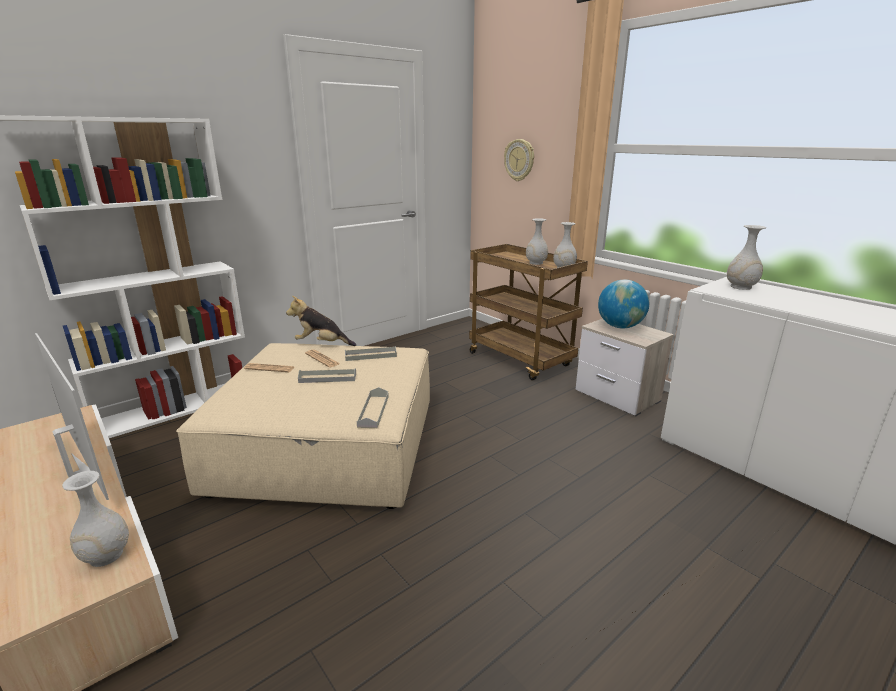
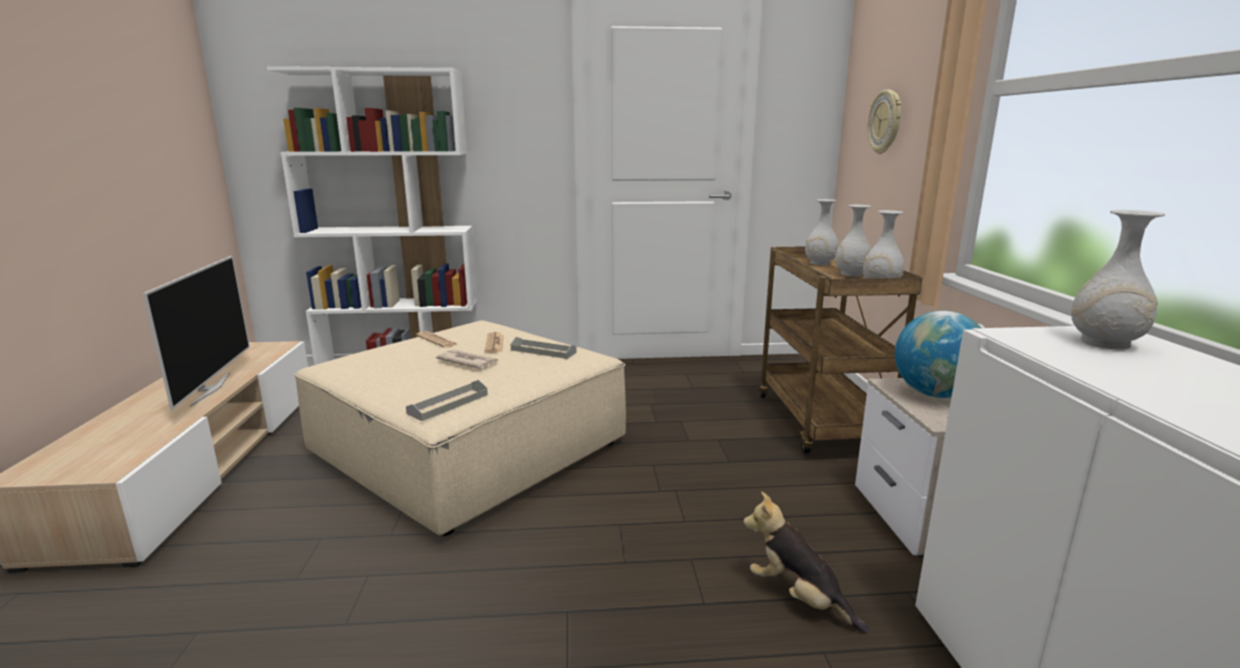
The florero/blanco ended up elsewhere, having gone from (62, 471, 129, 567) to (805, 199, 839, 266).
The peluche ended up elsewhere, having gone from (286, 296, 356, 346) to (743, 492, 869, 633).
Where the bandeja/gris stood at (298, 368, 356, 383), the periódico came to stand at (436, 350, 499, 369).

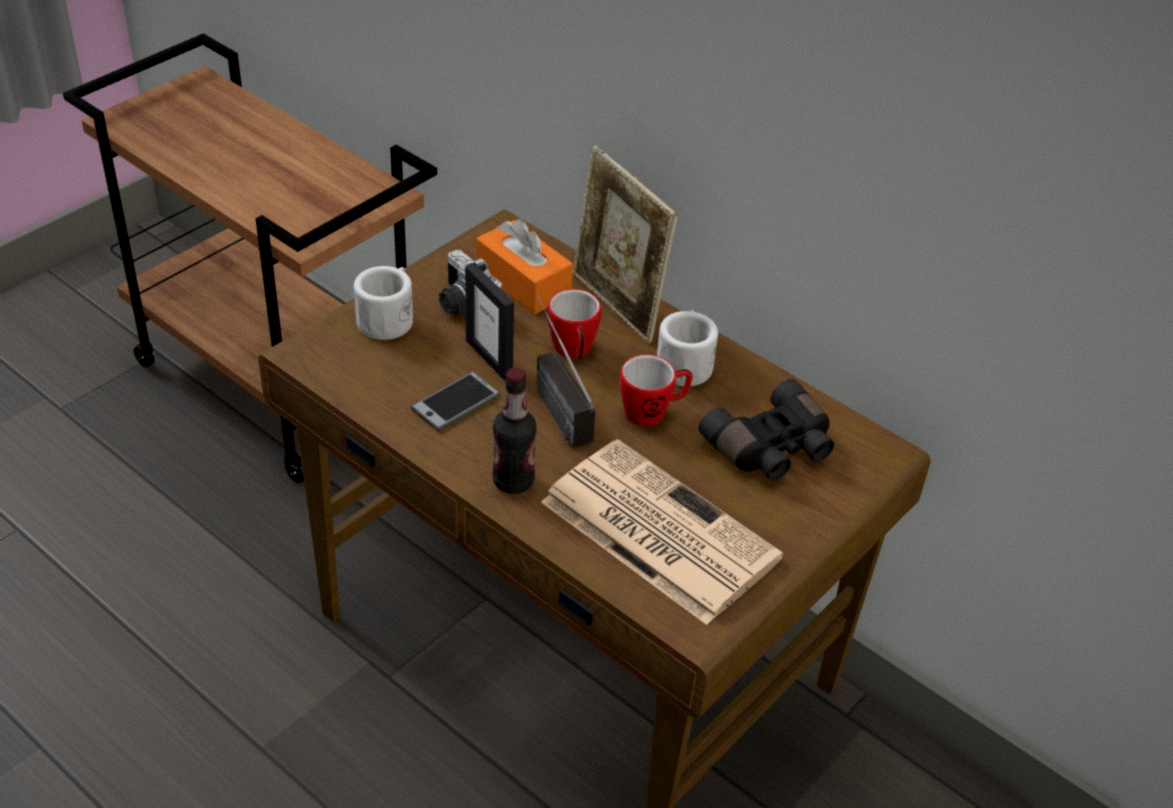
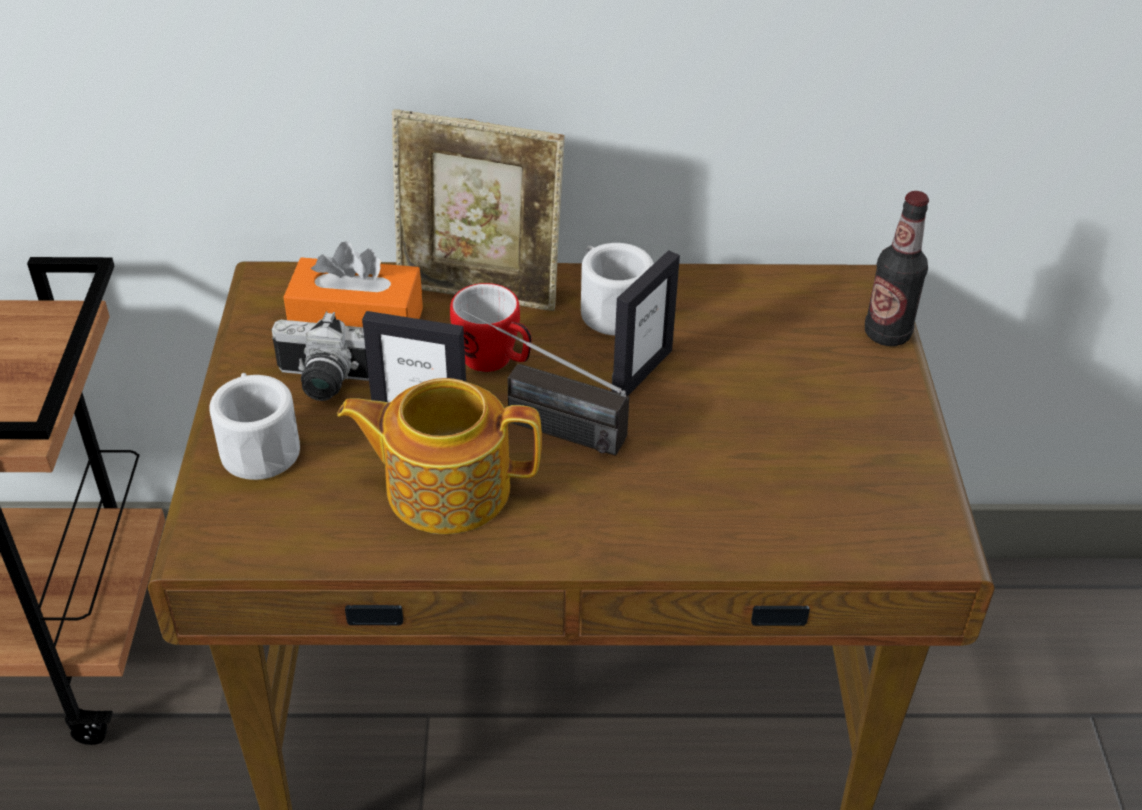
The second view lost the periódico at (541, 439, 783, 625).
The second view lost the prismáticos/negro at (698, 379, 834, 480).
The botella ended up elsewhere, having gone from (492, 368, 537, 494) to (865, 191, 929, 346).
Where the móvil stood at (411, 372, 500, 431), the tetera came to stand at (337, 378, 542, 534).
Where the taza grande stood at (619, 354, 693, 426), the portarretratos came to stand at (612, 250, 680, 396).

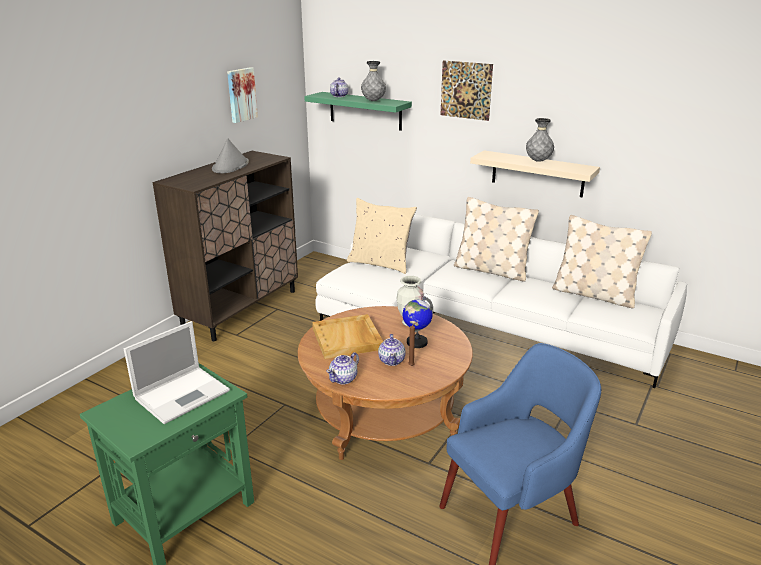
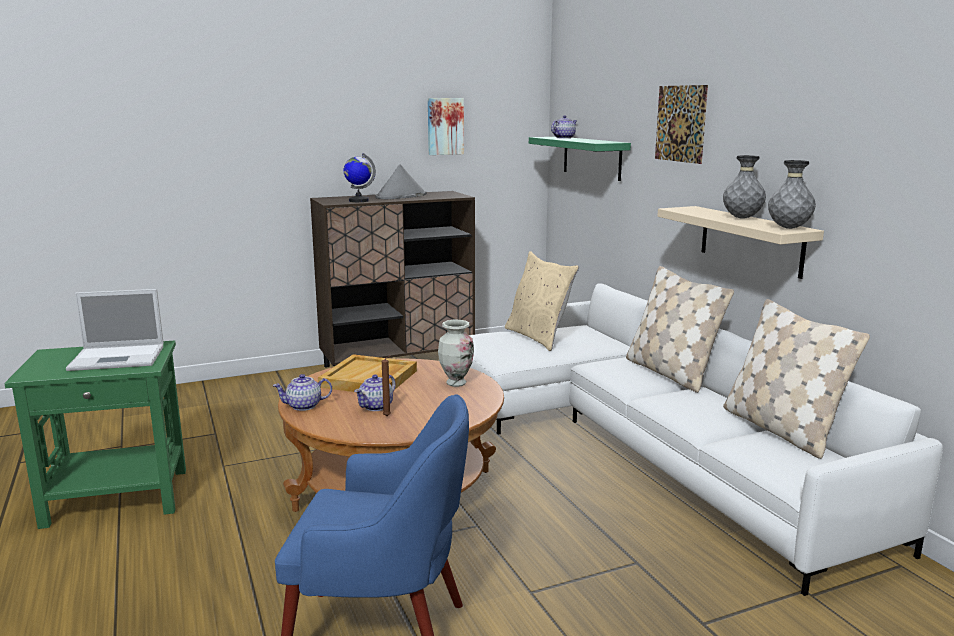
The florero/gris ended up elsewhere, having gone from (361, 61, 386, 101) to (768, 160, 816, 229).
The globo terráqueo ended up elsewhere, having gone from (403, 296, 433, 348) to (344, 153, 376, 202).

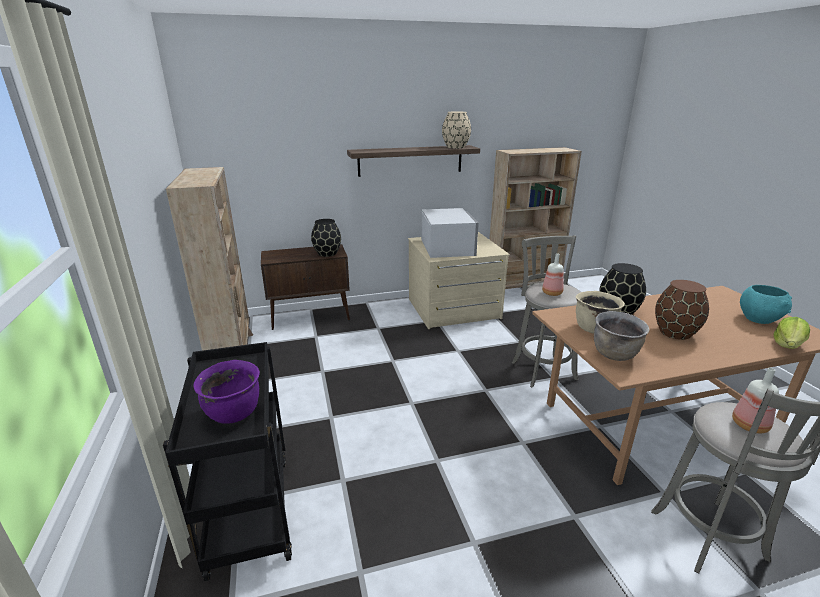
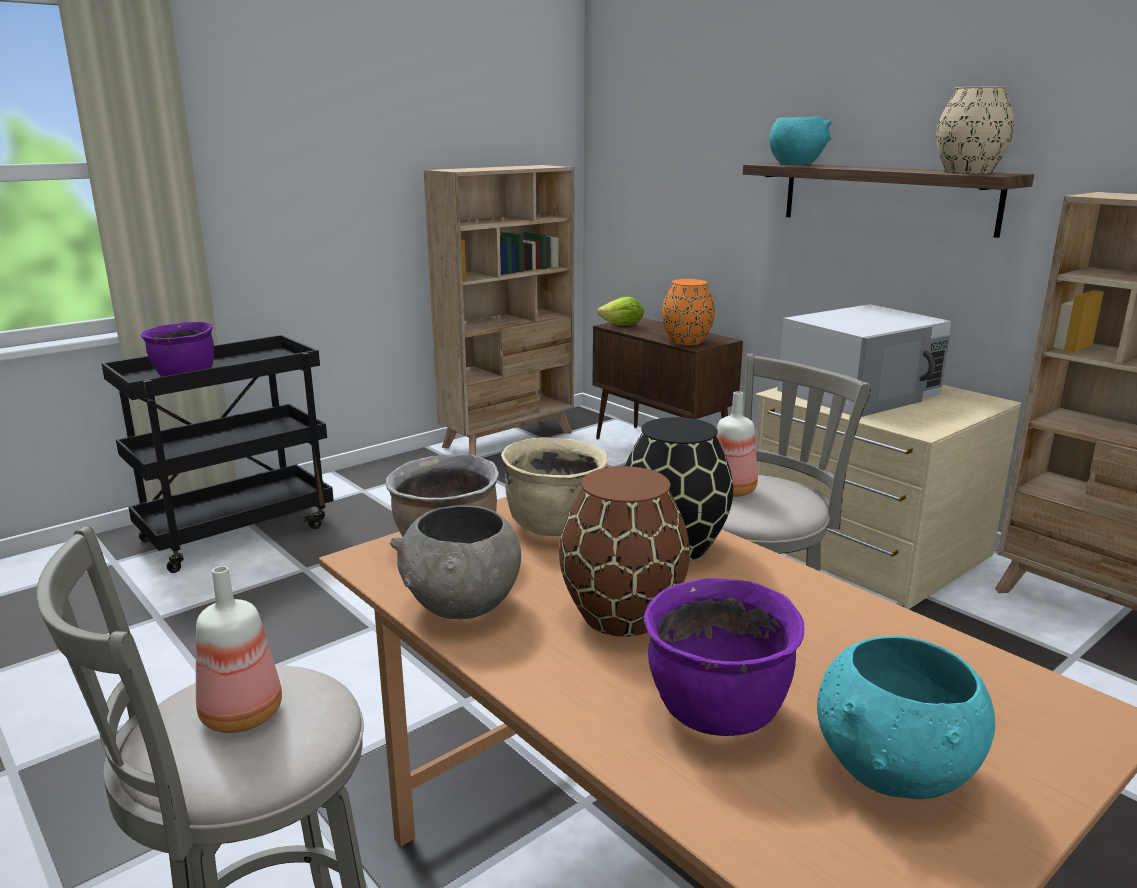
The second view gained the cuenco/gris at (389, 505, 521, 619).
The second view gained the olla/morado at (644, 578, 804, 736).
The second view gained the cuenco/turquesa at (769, 116, 833, 165).
The lechuga ended up elsewhere, having gone from (774, 317, 810, 349) to (598, 297, 643, 325).
What was the florero/negro at (311, 219, 341, 257) turned into the florero/naranja at (662, 279, 715, 345).

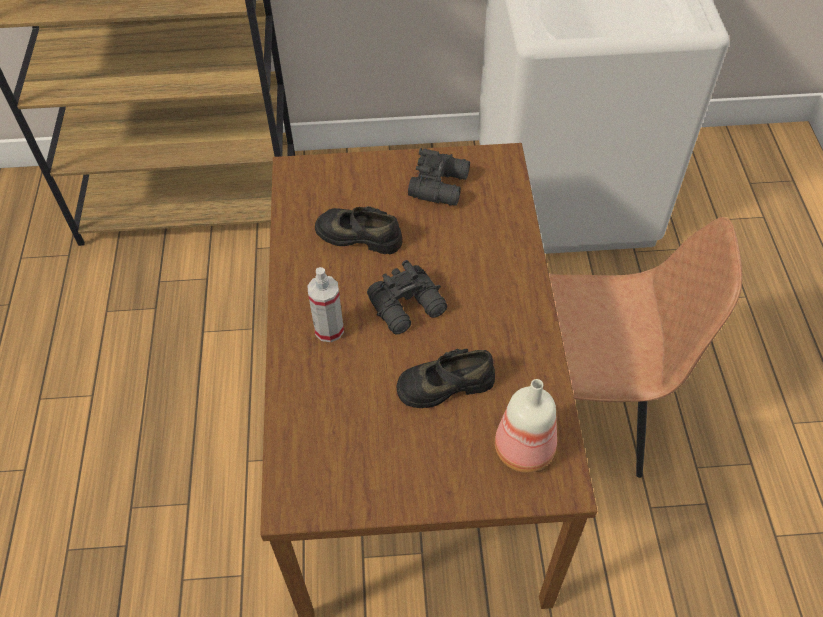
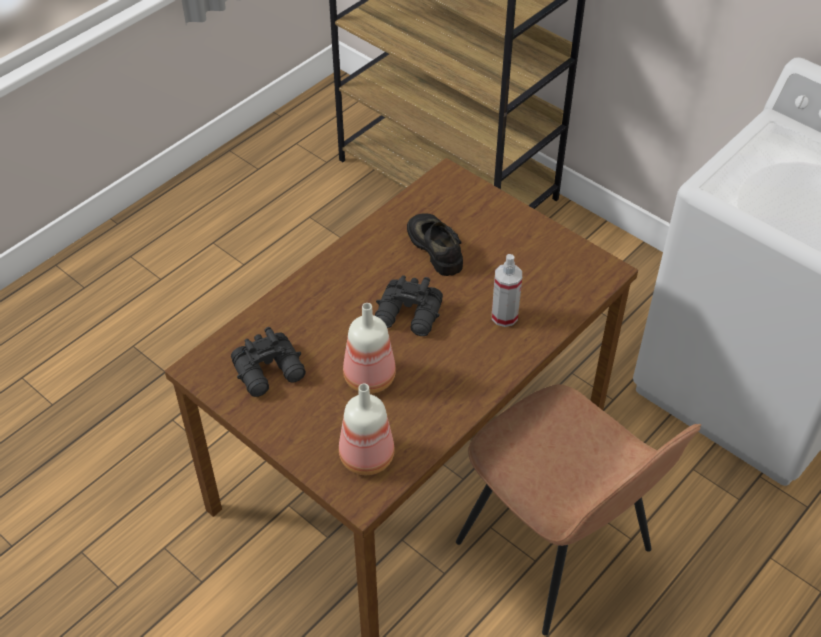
The pulverizador ended up elsewhere, having gone from (307, 267, 344, 342) to (492, 254, 522, 327).
The prismáticos/negro ended up elsewhere, having gone from (408, 148, 470, 206) to (231, 327, 306, 397).
Where the zapato/negro stood at (396, 349, 495, 408), the botella came to stand at (343, 303, 396, 394).

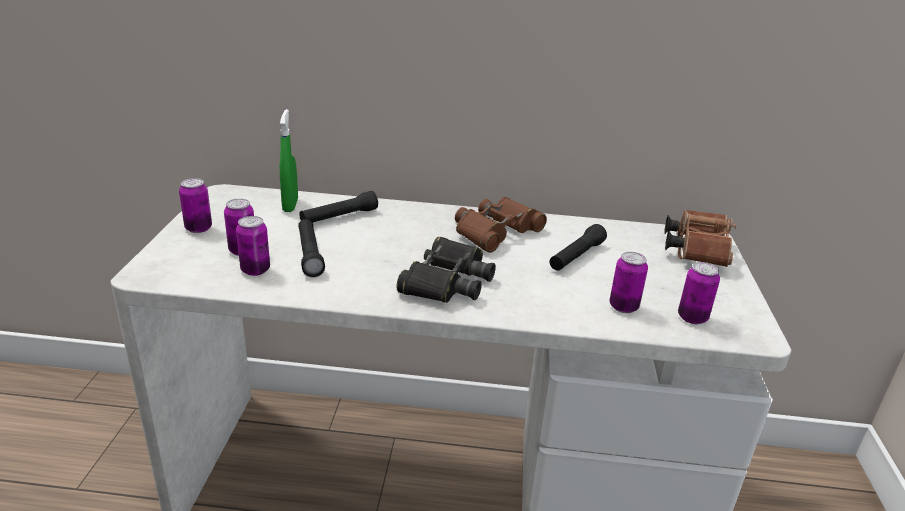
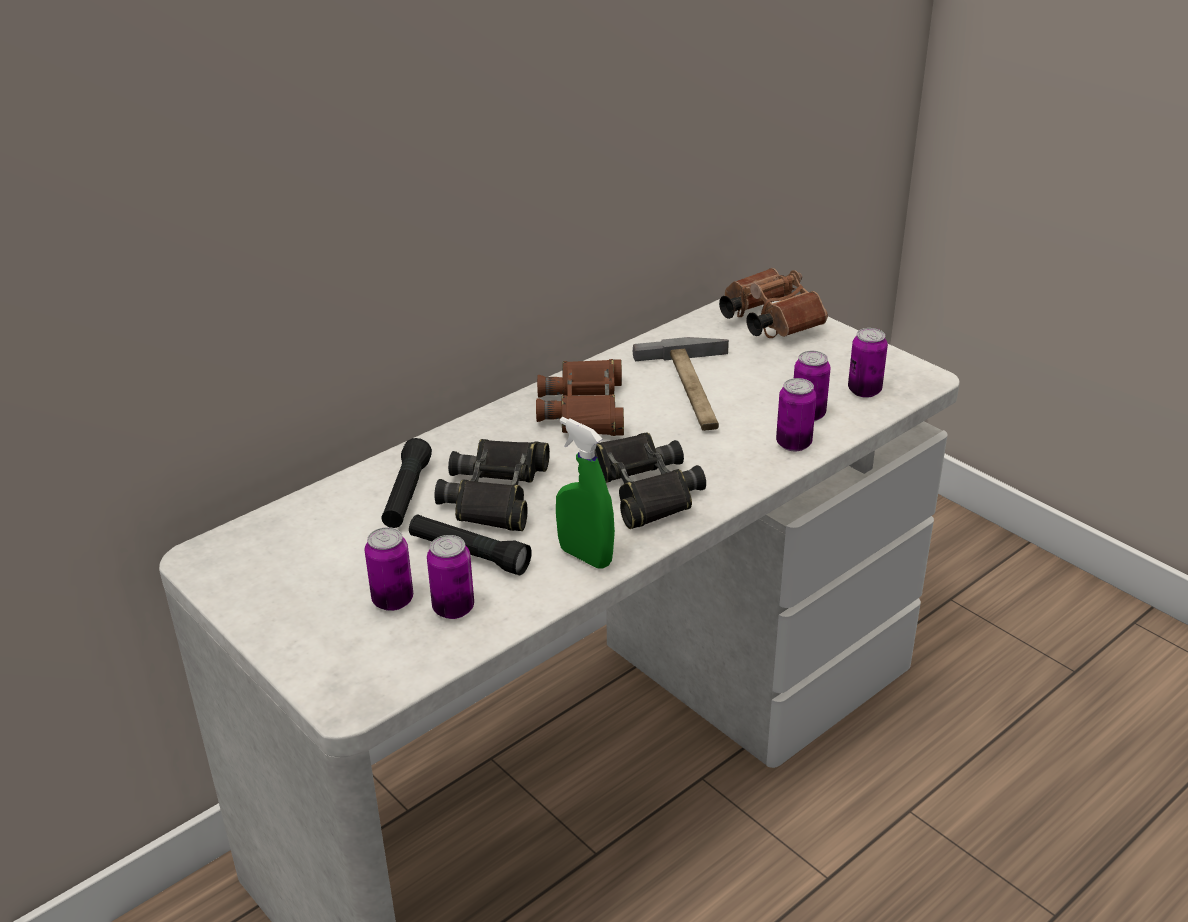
The second view gained the prismáticos/negro at (434, 439, 550, 531).
The lata ended up elsewhere, having gone from (179, 178, 212, 233) to (776, 378, 817, 451).
The pulverizador/verde ended up elsewhere, having gone from (279, 109, 298, 212) to (556, 417, 615, 569).
Where the linterna/negro stood at (550, 224, 607, 271), the martillo came to stand at (633, 337, 729, 431).

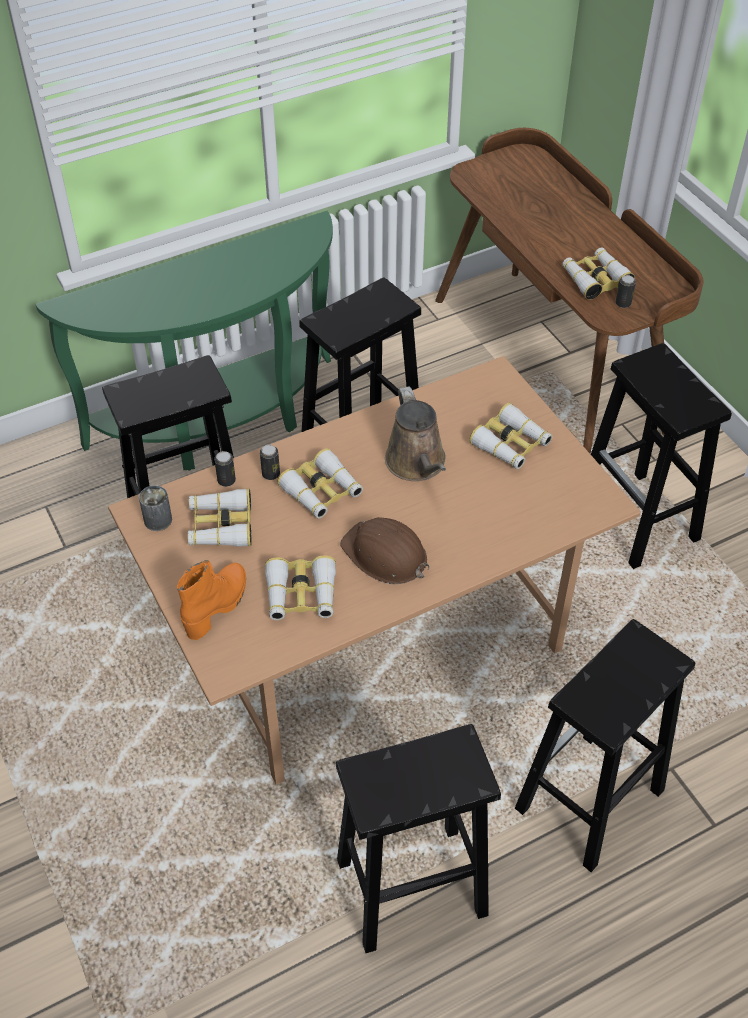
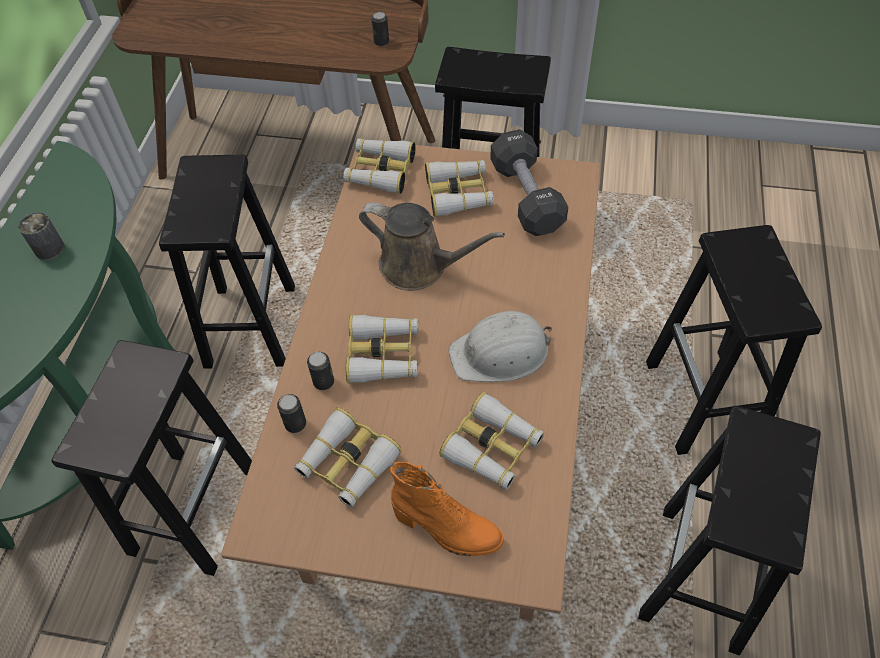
The second view gained the mancuerna/negro at (490, 129, 568, 236).
The lata ended up elsewhere, having gone from (139, 485, 172, 531) to (18, 212, 65, 260).
The prismáticos ended up elsewhere, having gone from (562, 247, 635, 300) to (343, 138, 415, 194).
What was the casco/marrón at (340, 517, 429, 584) turned into the casco/blanco at (449, 311, 552, 382).
The bota/naranja at (177, 560, 246, 640) ended up facing another way, 135 degrees clockwise from before.

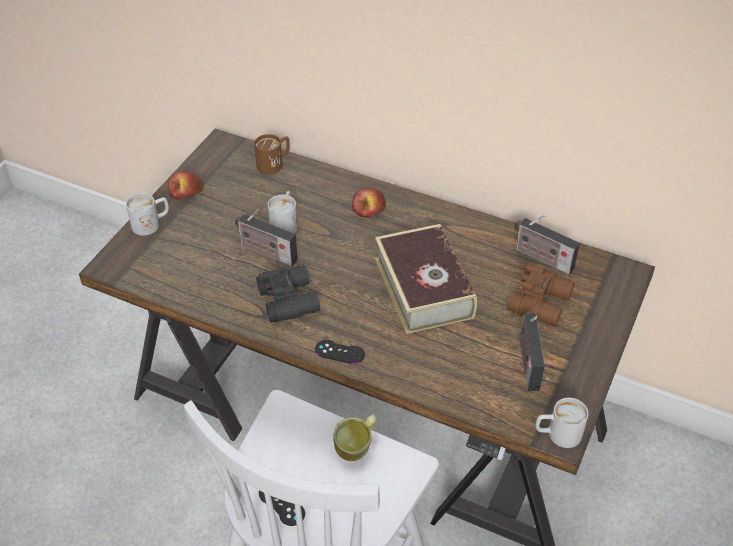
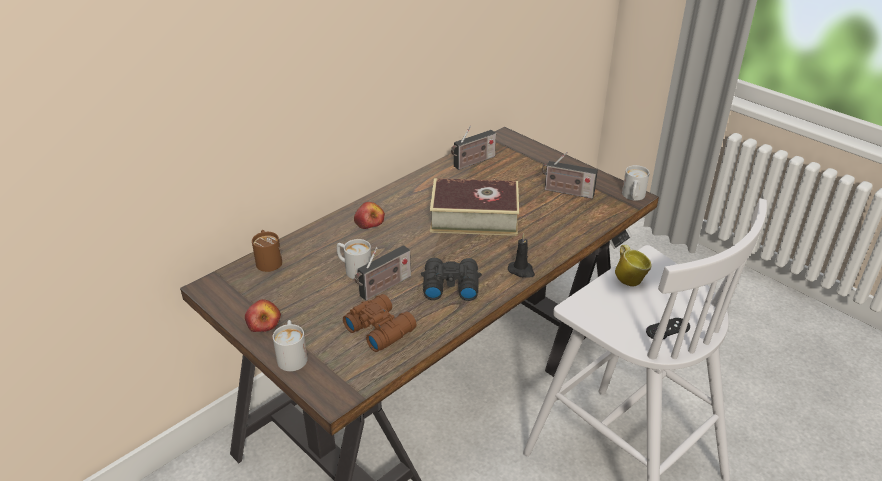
The prismáticos/marrón ended up elsewhere, having gone from (507, 263, 575, 326) to (343, 294, 416, 352).
Where the mando de consola/negro stood at (315, 340, 365, 364), the vela/negro came to stand at (508, 233, 535, 278).

